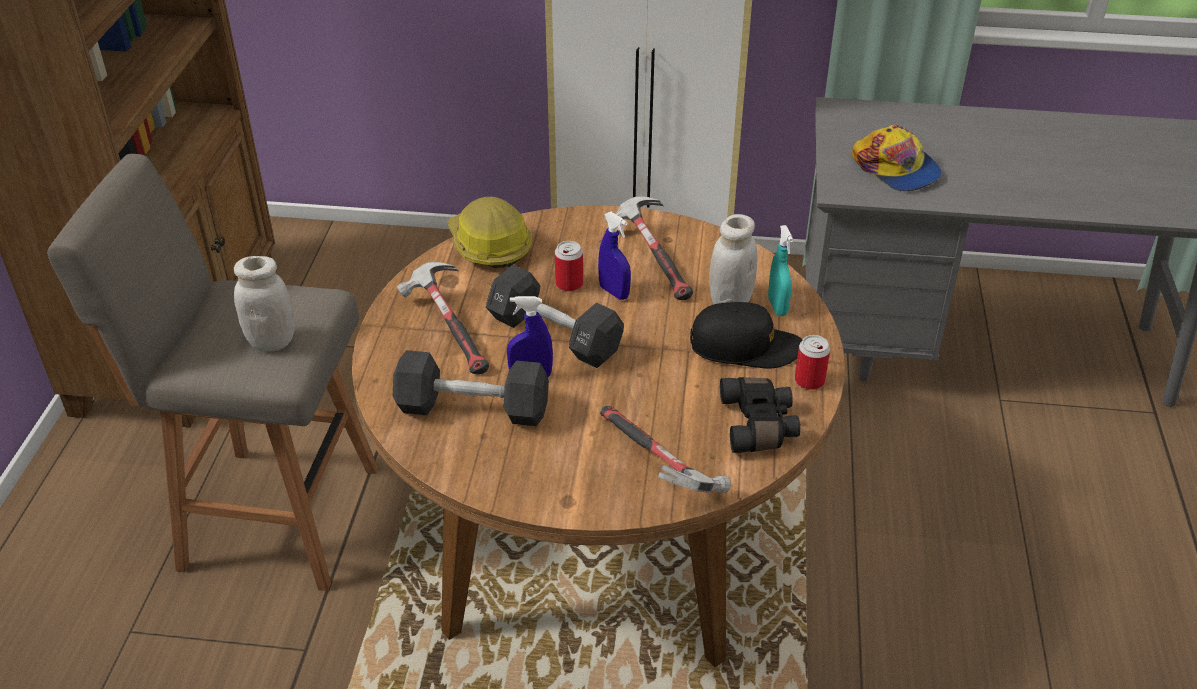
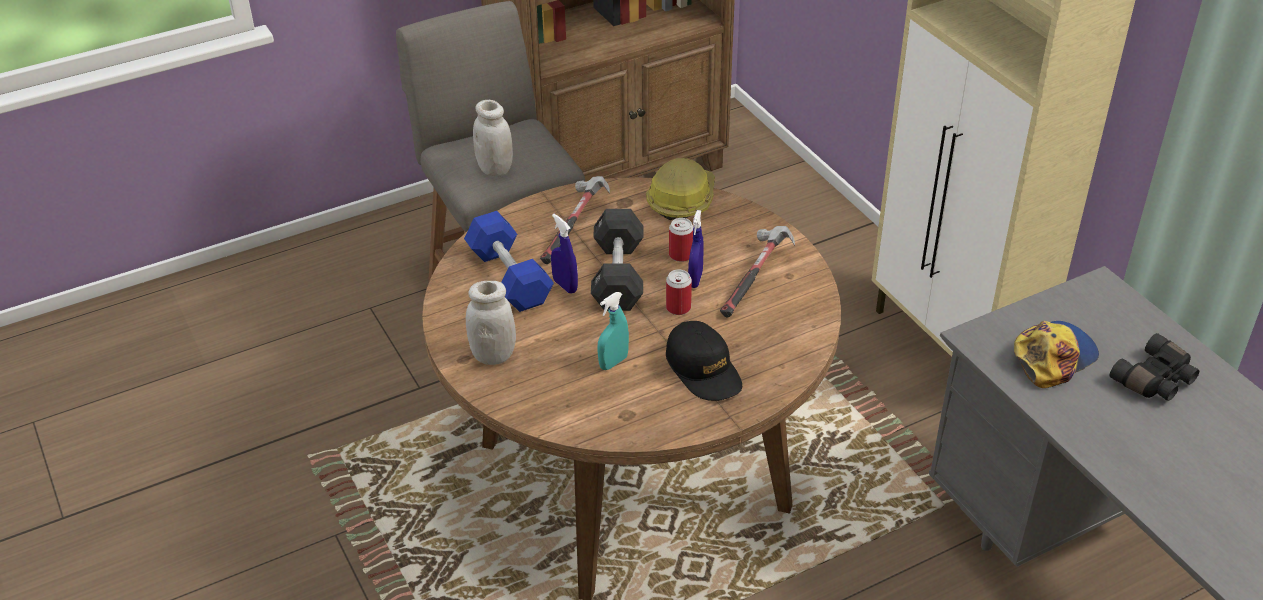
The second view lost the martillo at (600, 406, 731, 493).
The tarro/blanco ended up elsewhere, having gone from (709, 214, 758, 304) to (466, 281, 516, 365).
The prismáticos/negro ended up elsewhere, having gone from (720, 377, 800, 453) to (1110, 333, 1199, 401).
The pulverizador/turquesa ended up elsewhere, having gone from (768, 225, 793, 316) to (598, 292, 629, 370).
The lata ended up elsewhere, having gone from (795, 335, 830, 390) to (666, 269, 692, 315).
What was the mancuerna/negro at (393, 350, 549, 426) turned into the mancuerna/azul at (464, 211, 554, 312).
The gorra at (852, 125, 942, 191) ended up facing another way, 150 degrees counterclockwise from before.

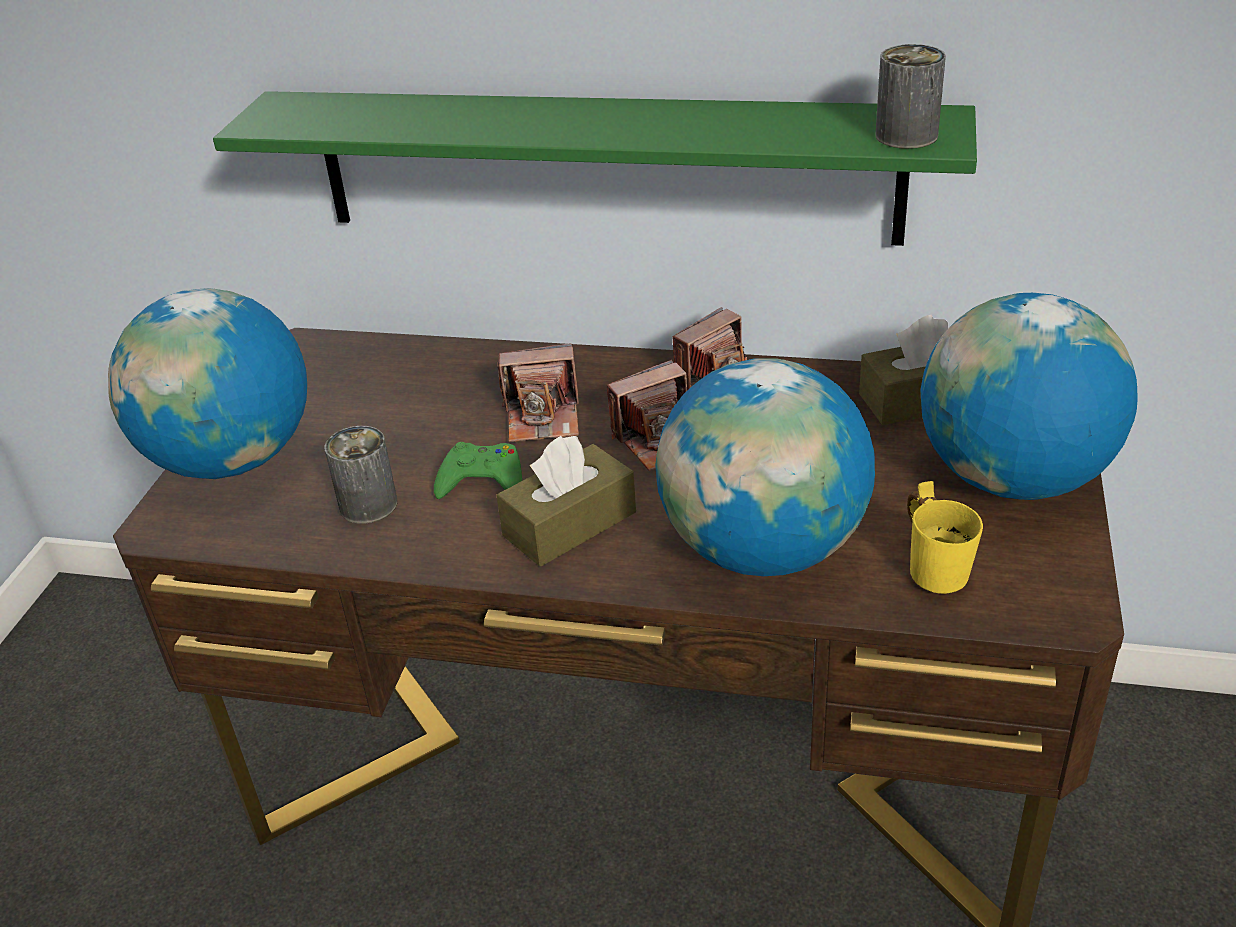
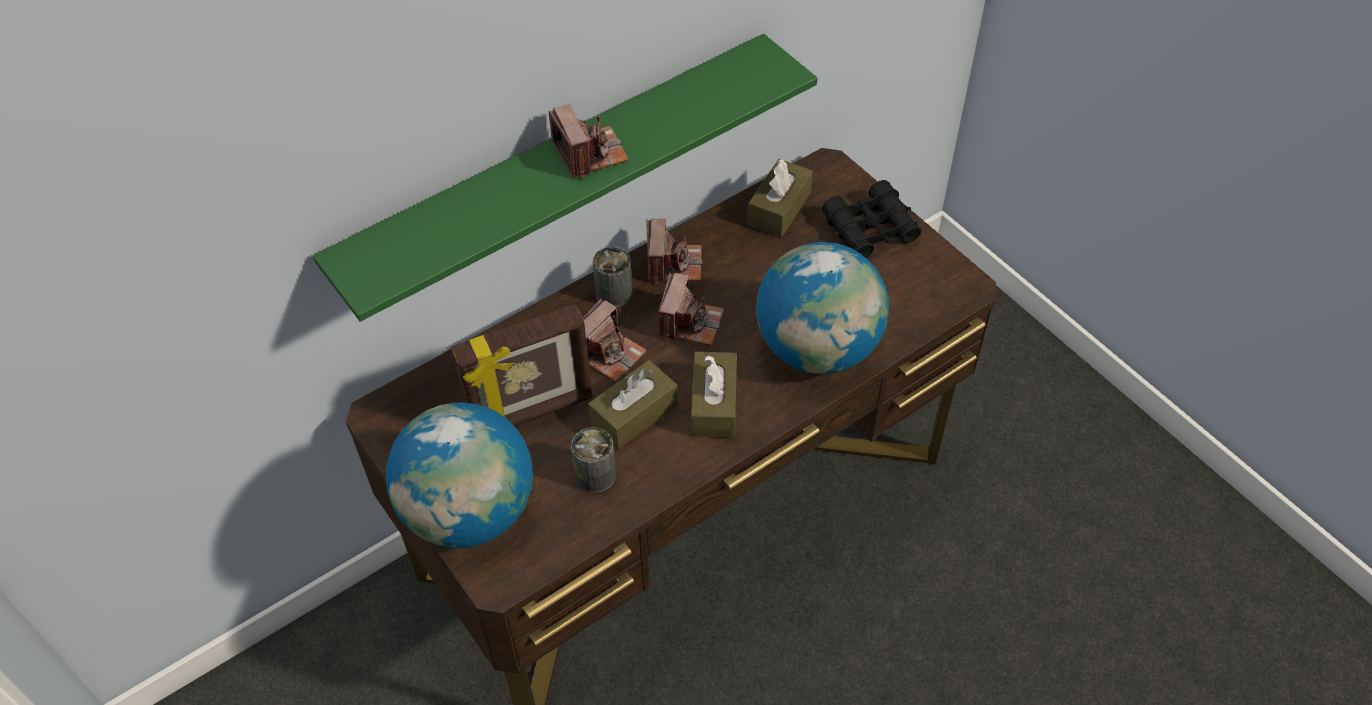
The second view lost the taza grande/amarillo at (907, 481, 983, 594).
The second view gained the portarretratos at (451, 304, 593, 426).
The second view gained the cámara at (549, 104, 629, 178).
The lata ended up elsewhere, having gone from (875, 44, 946, 149) to (593, 247, 632, 307).
Where the mando de consola/verde stood at (434, 442, 522, 499), the caja de pañuelos/marrón came to stand at (588, 360, 678, 449).
Where the globo terráqueo stood at (920, 293, 1138, 500), the prismáticos/negro came to stand at (822, 180, 921, 258).

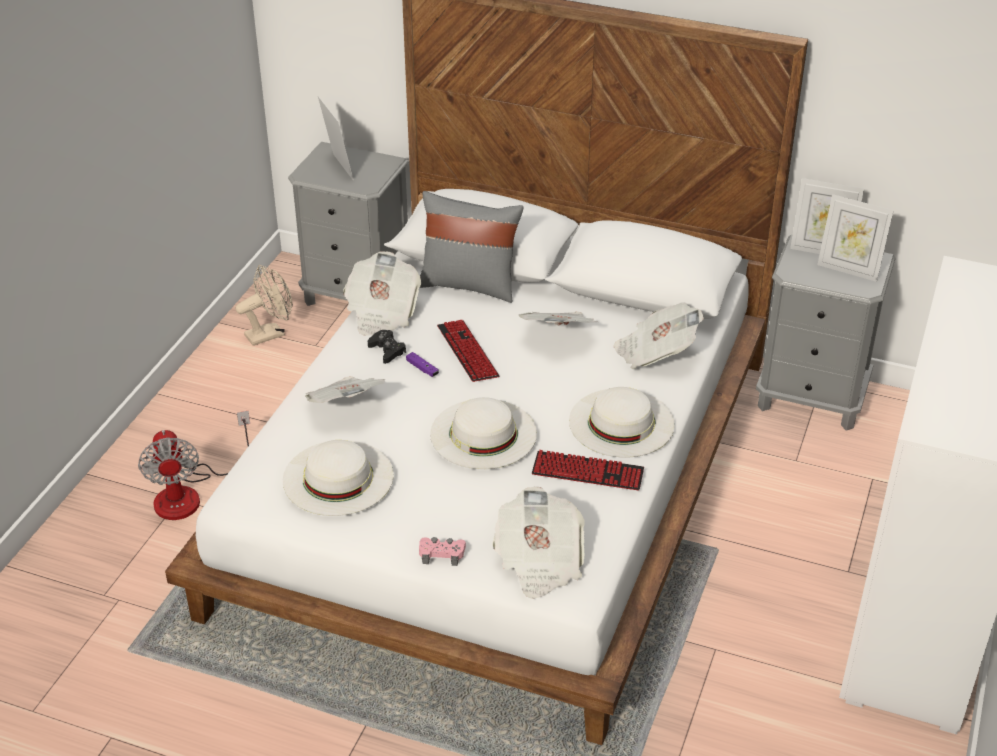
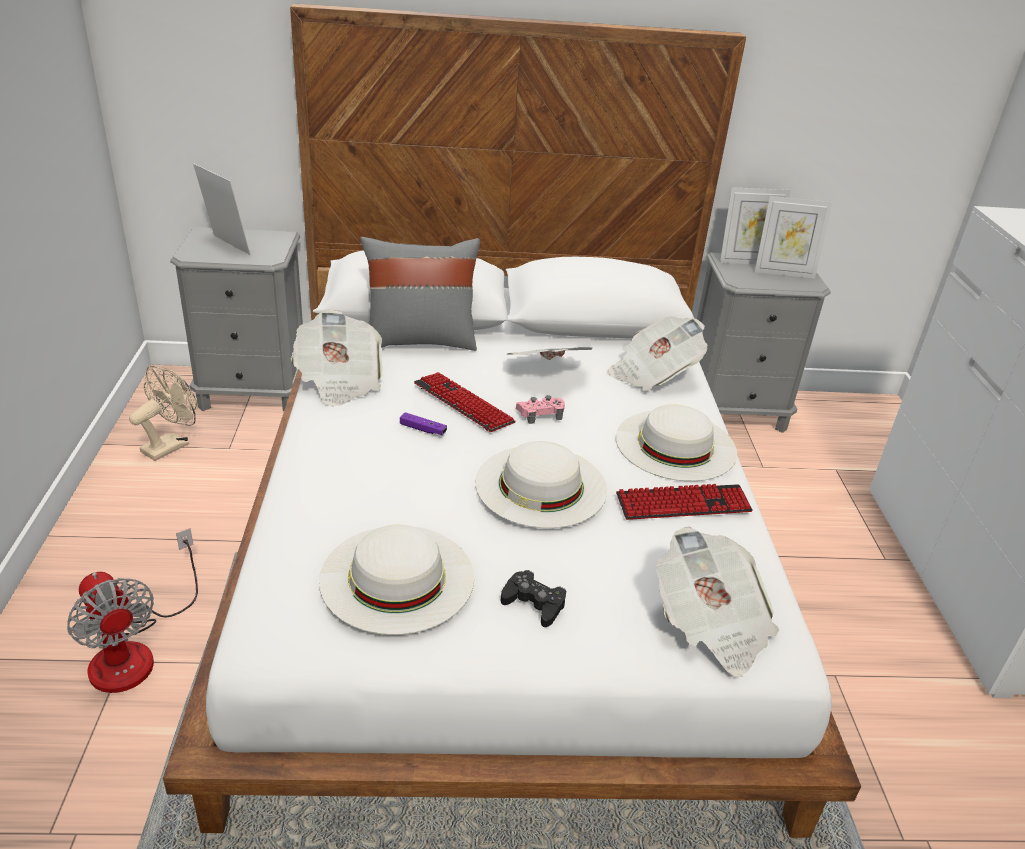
The second view lost the periódico at (305, 376, 385, 403).
The mando de consola/negro ended up elsewhere, having gone from (368, 330, 406, 364) to (501, 570, 566, 627).
The mando de consola/rosa ended up elsewhere, having gone from (419, 537, 466, 566) to (516, 395, 565, 424).

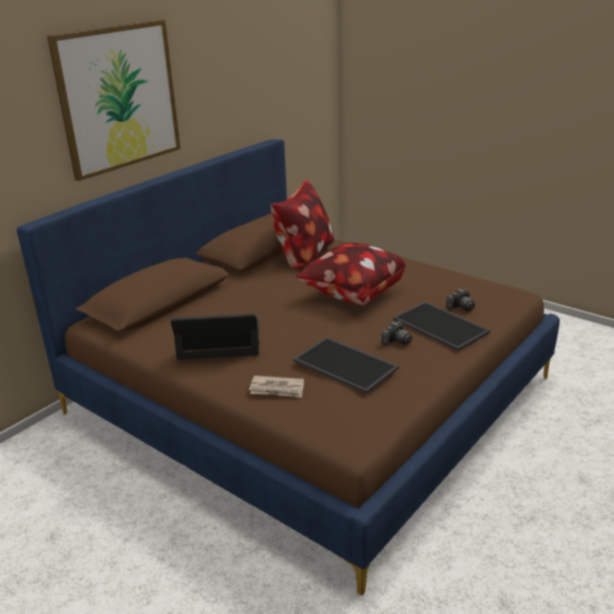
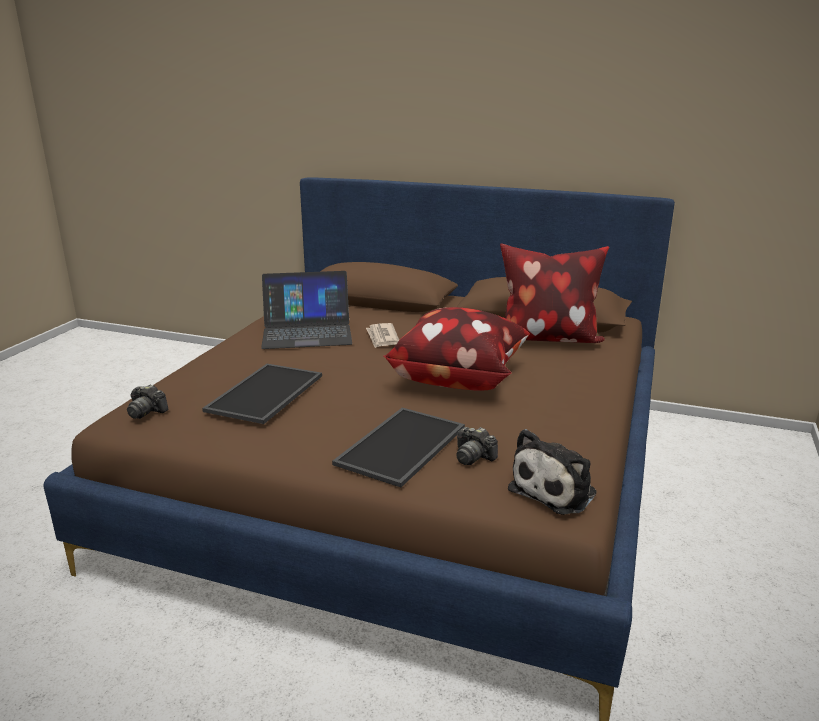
The second view lost the cuadro at (47, 19, 181, 181).
The second view gained the peluche at (508, 429, 597, 515).
The periódico ended up elsewhere, having gone from (249, 376, 304, 398) to (366, 323, 399, 348).
The cámara ended up elsewhere, having gone from (381, 321, 412, 345) to (127, 385, 168, 419).
The portátil at (170, 314, 259, 360) ended up facing another way, 105 degrees clockwise from before.

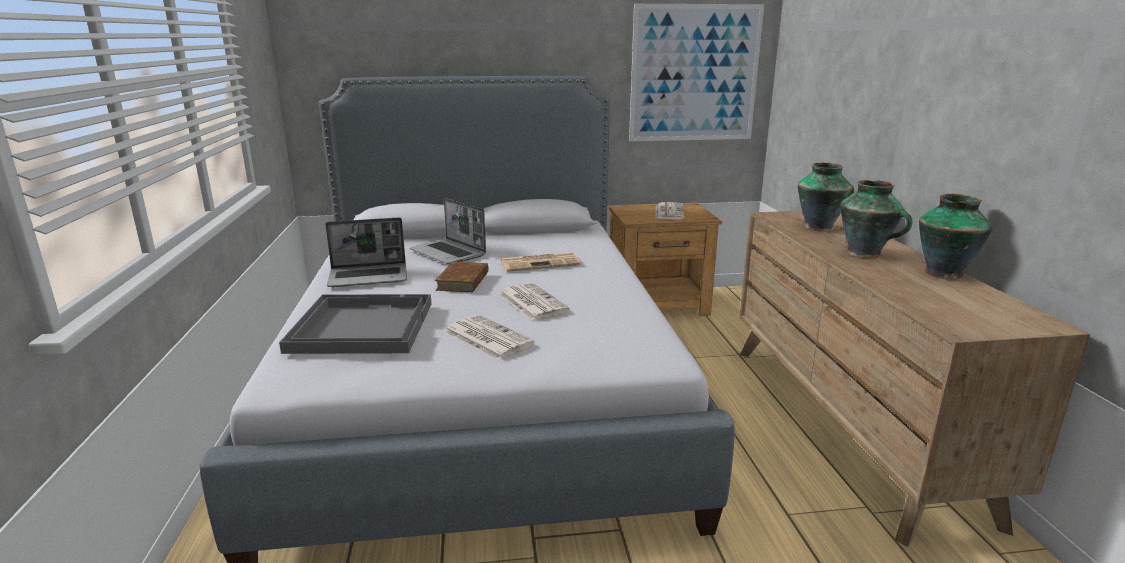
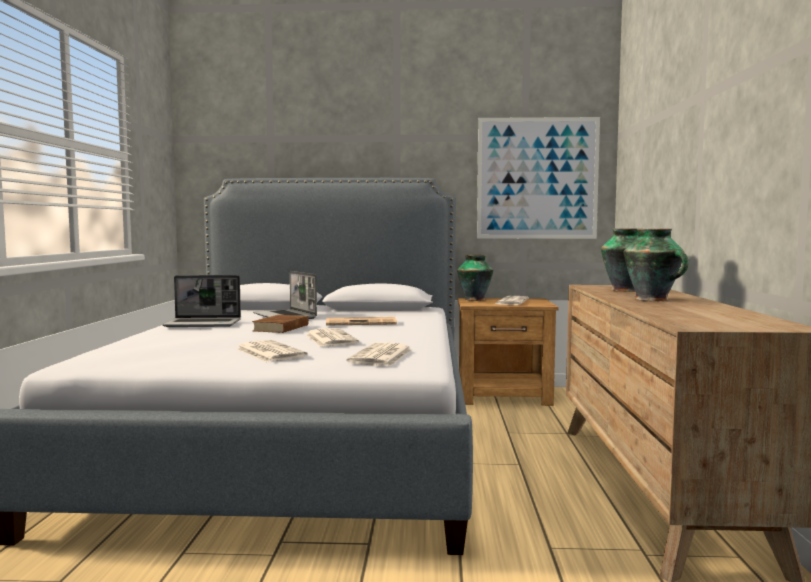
The second view lost the bandeja/gris at (279, 294, 432, 354).
The second view gained the periódico at (347, 342, 412, 366).
The florero ended up elsewhere, having gone from (919, 194, 993, 280) to (457, 255, 493, 301).

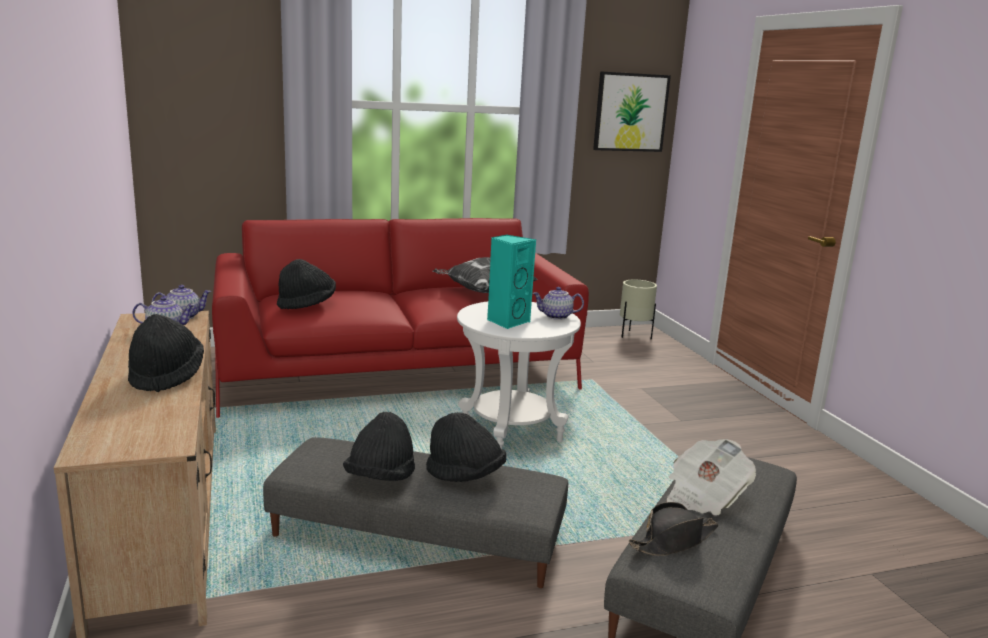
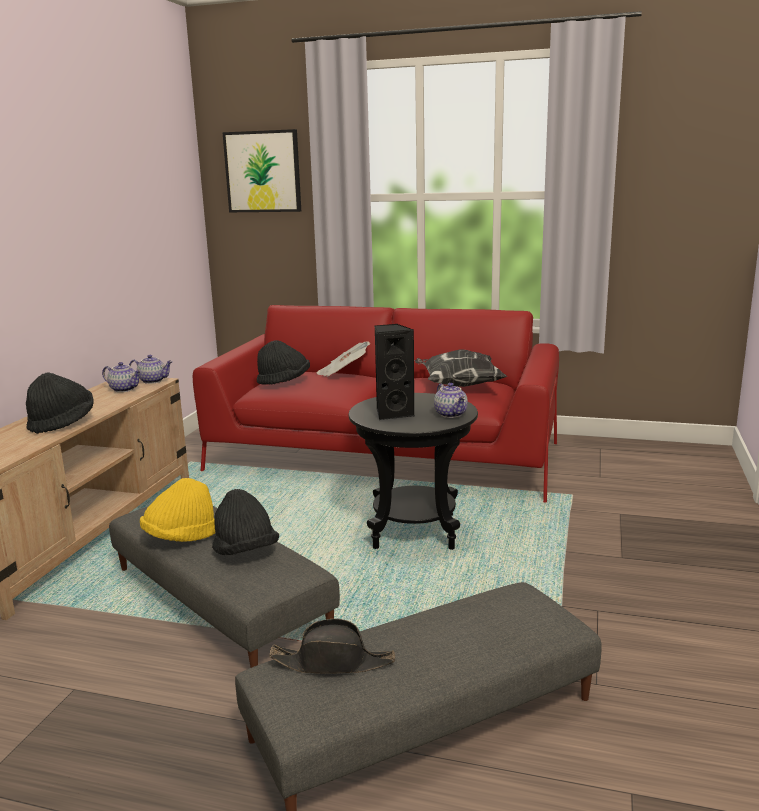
The second view lost the maceta/beis at (620, 280, 657, 340).
The cuadro ended up elsewhere, having gone from (593, 71, 671, 152) to (222, 129, 301, 212).
The periódico ended up elsewhere, having gone from (667, 439, 756, 515) to (317, 341, 370, 377).
What was the sombrero/negro at (343, 412, 415, 481) turned into the sombrero/amarillo at (140, 478, 216, 542).
What was the mesa auxiliar/blanco at (457, 301, 581, 449) turned into the mesa auxiliar/negro at (349, 393, 478, 550).
What was the altavoz/turquesa at (487, 235, 536, 329) turned into the altavoz/negro at (374, 324, 414, 420).
The tetera at (532, 287, 584, 320) ended up facing another way, 150 degrees counterclockwise from before.

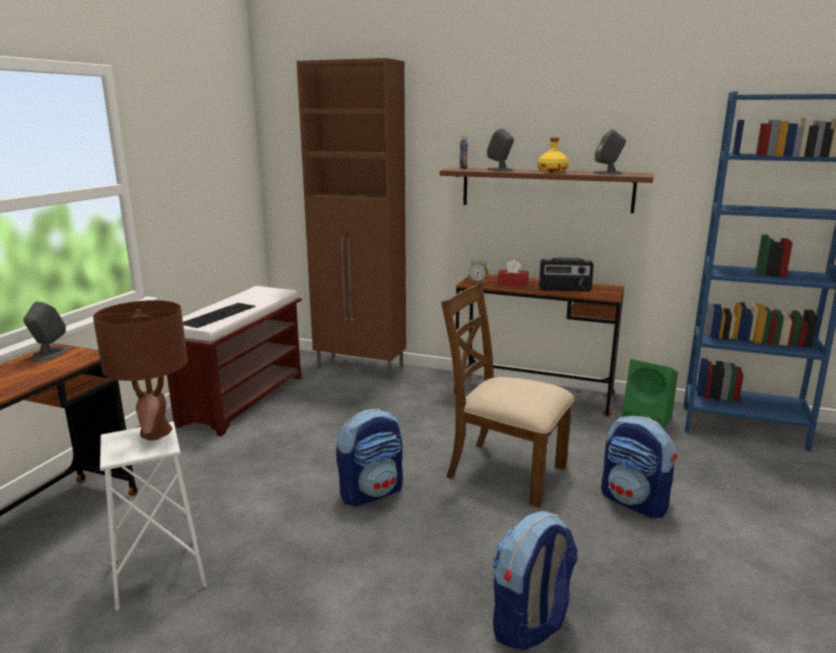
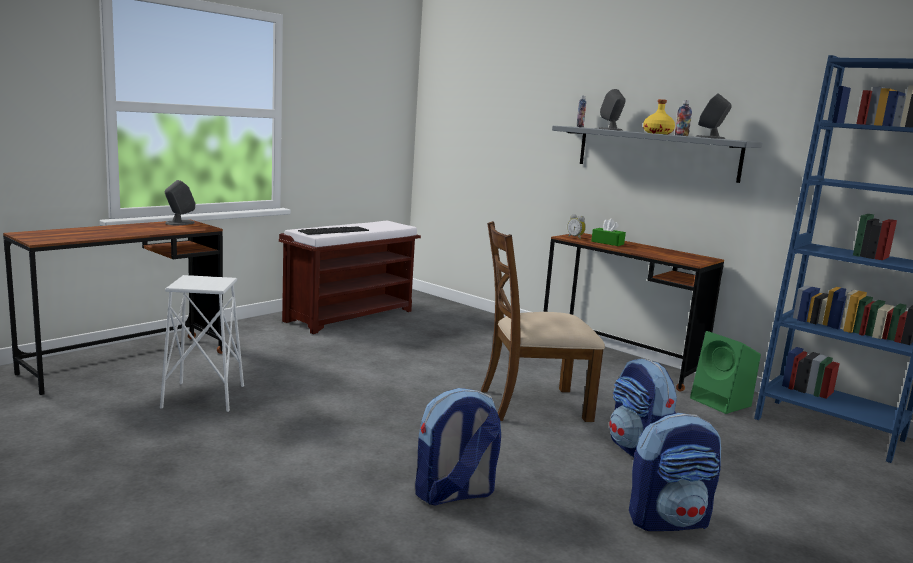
The second view lost the lámpara de mesa/marrón at (93, 300, 188, 441).
The second view lost the armario/marrón at (297, 58, 406, 378).
The second view lost the radio at (539, 257, 594, 292).
The second view gained the botella at (675, 100, 692, 136).
The mochila ended up elsewhere, having gone from (336, 409, 403, 506) to (629, 413, 721, 531).
What was the estante/marrón at (440, 167, 654, 213) turned into the estante/gris at (552, 126, 762, 183).
What was the caja de pañuelos/rojo at (497, 260, 528, 287) turned into the caja de pañuelos/verde at (591, 218, 626, 246).
The silla/marrón at (441, 282, 574, 507) ended up facing another way, 60 degrees counterclockwise from before.

